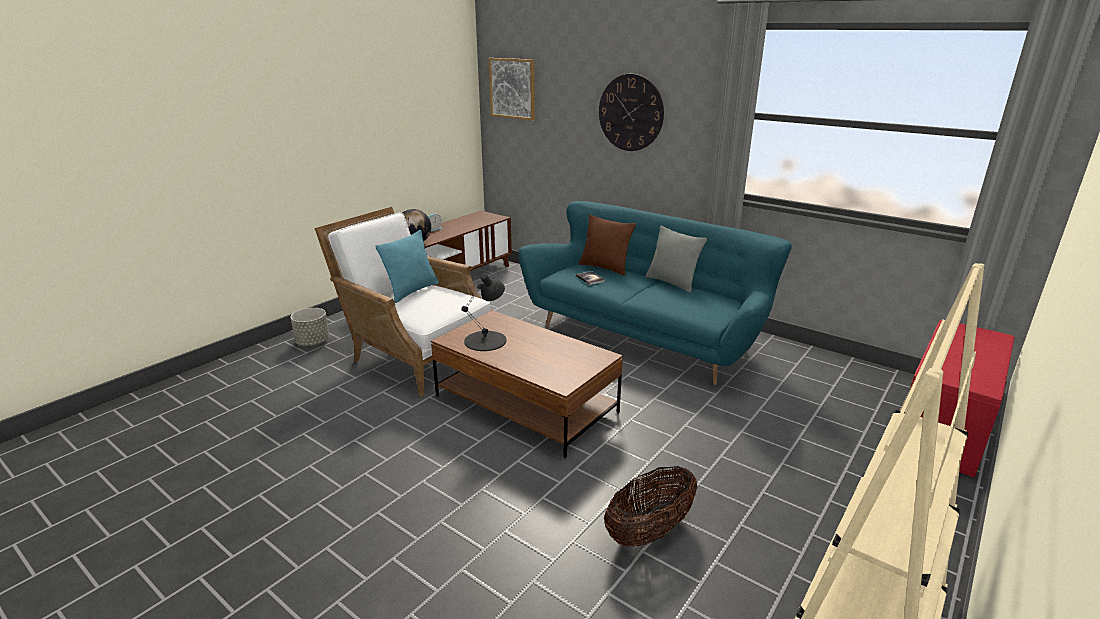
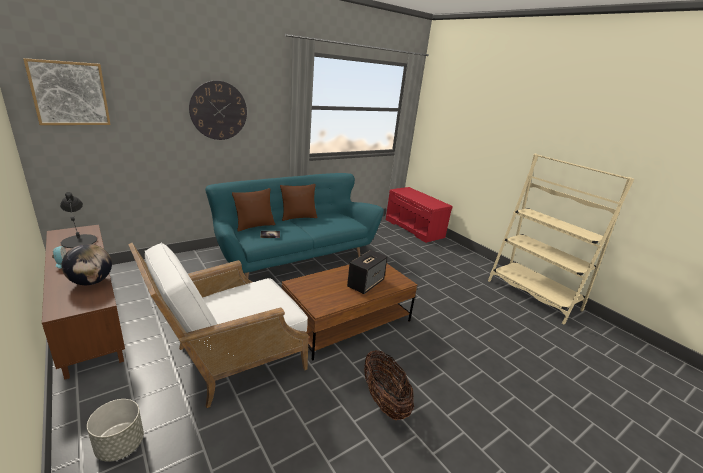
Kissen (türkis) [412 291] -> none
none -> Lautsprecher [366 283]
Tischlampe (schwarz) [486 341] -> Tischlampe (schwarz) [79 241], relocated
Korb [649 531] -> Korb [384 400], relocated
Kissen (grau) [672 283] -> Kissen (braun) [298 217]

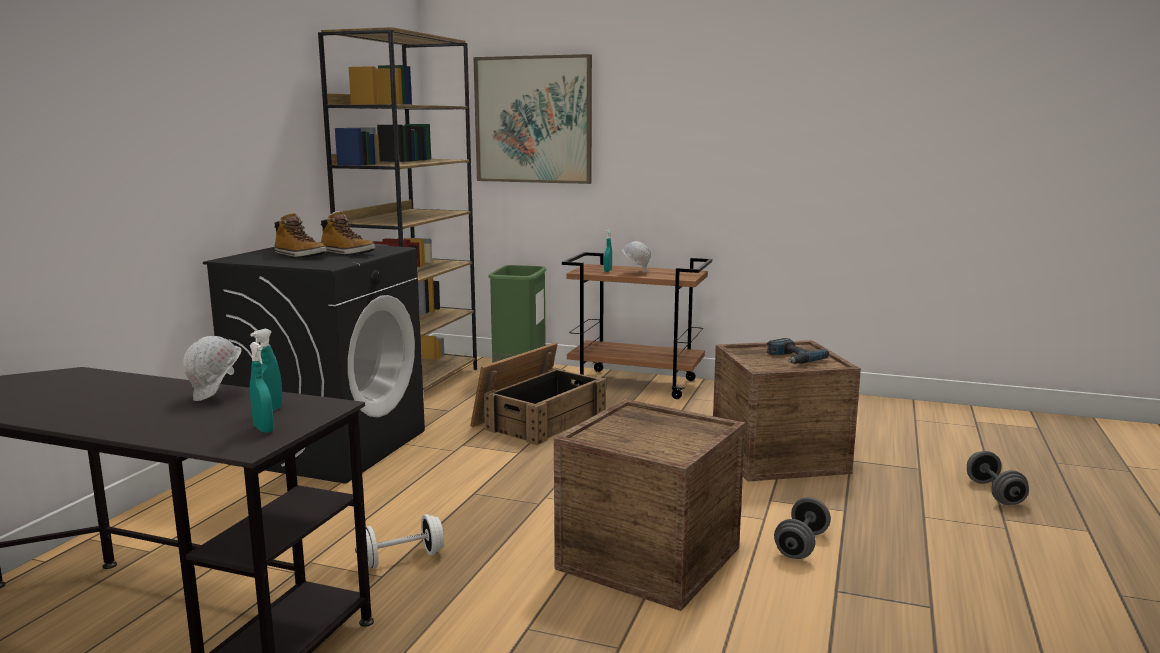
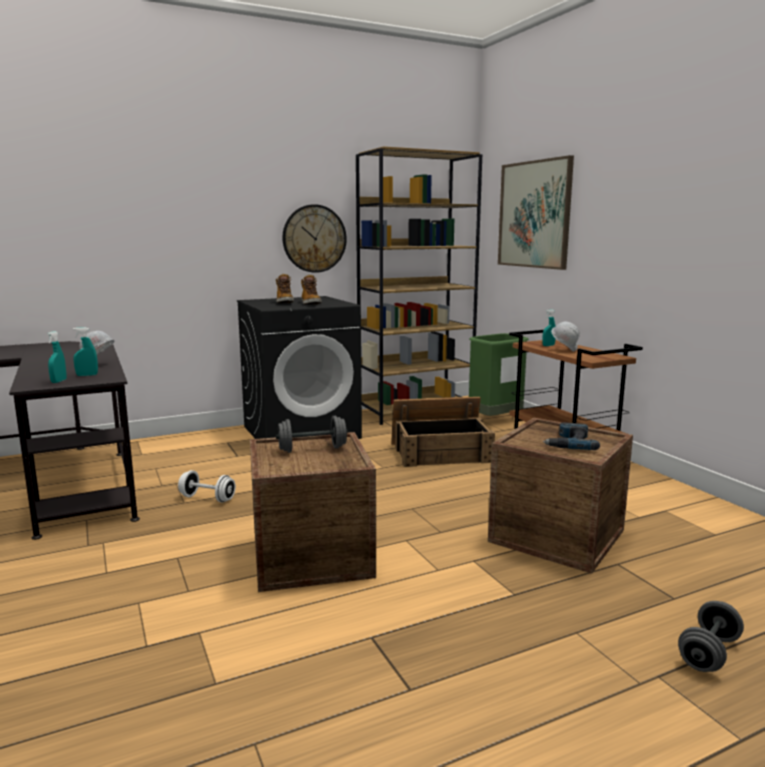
none -> Wanduhr [314 238]
Hantel (grau) [801 545] -> Hantel (grau) [312 449], relocated

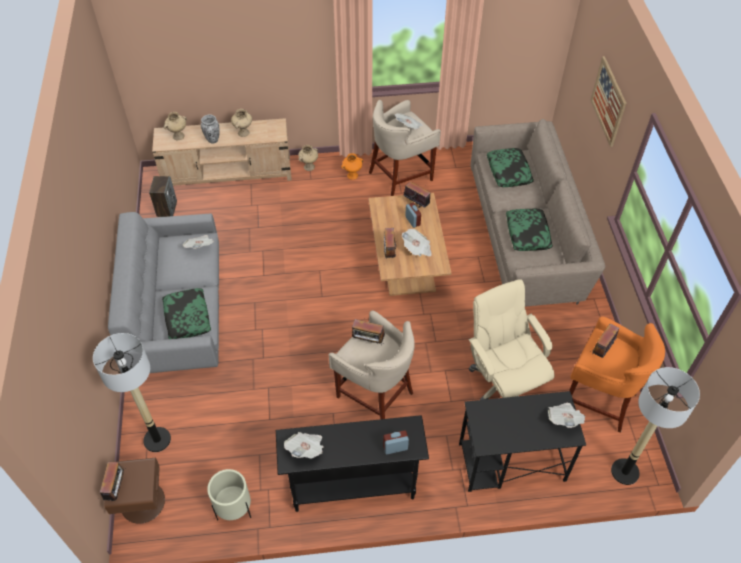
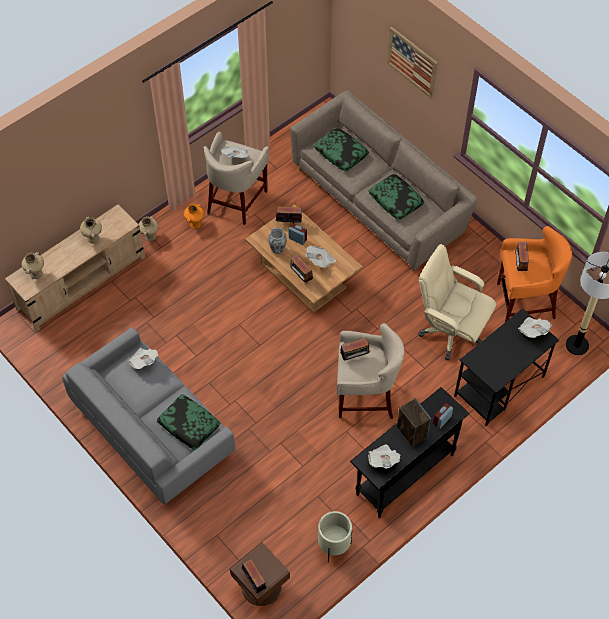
Stehlampe [157 440] -> none
Lautsprecher [166 209] -> Lautsprecher [411 432], relocated
Vase [213 140] -> Vase [277 249], relocated

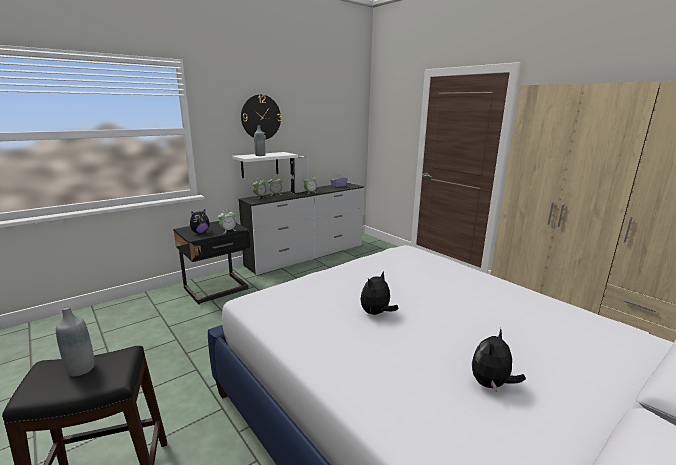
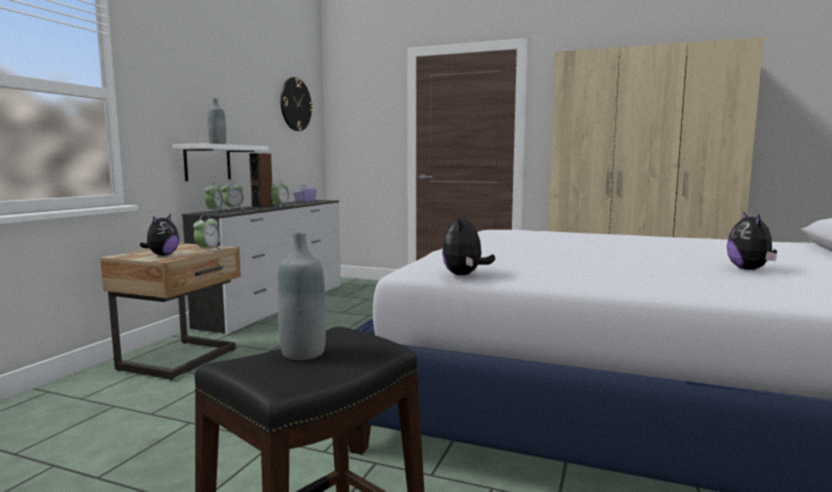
Wanduhr [261 117] -> Wanduhr [295 104], relocated
Plüschtier [376 313] -> Plüschtier [464 275], relocated
Nachttisch (schwarz) [217 289] -> Nachttisch (beige) [181 360]
Lautsprecher (grau) [299 191] -> Lautsprecher (braun) [262 206]

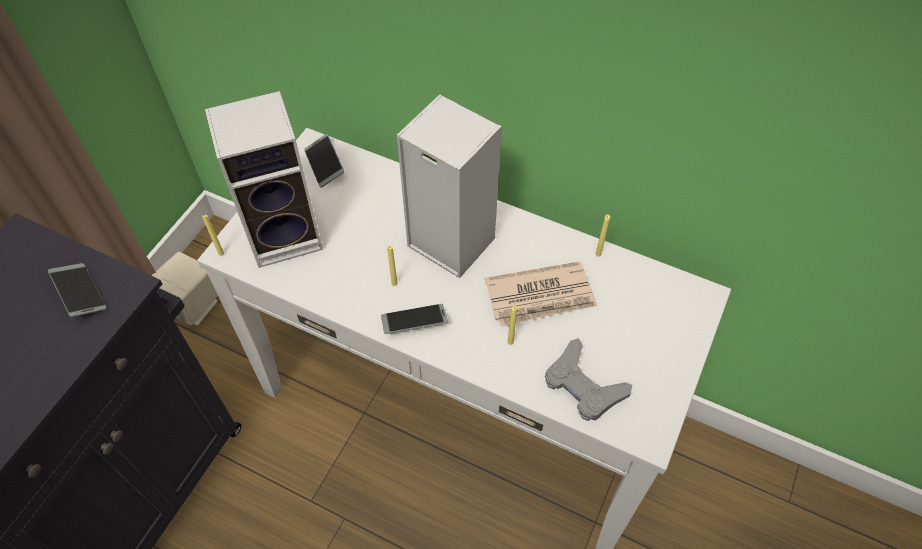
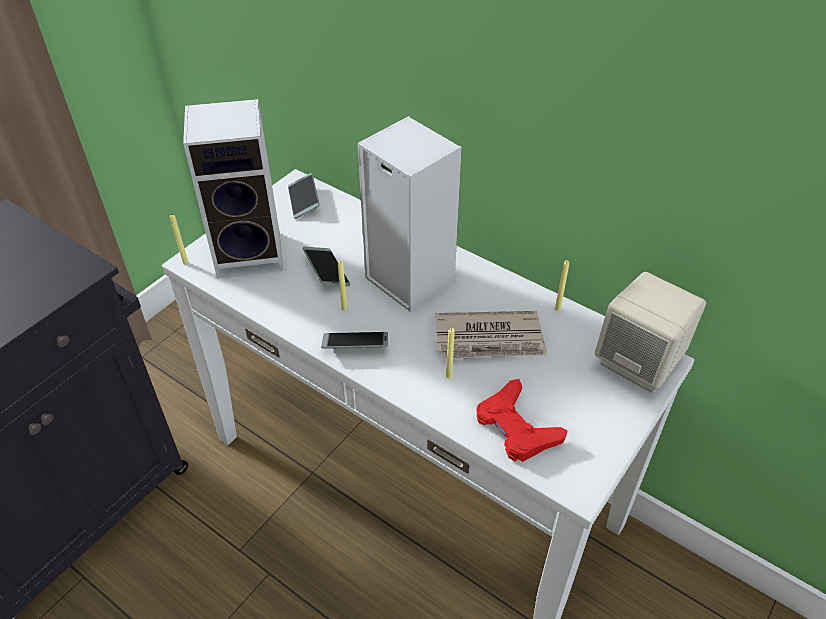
Handy [80 293] -> Handy [326 271], relocated
Lautsprecher (beige) [194 305] -> Lautsprecher (beige) [639 362], relocated
Gamepad (grau) [583 386] -> Gamepad (rot) [516 427]

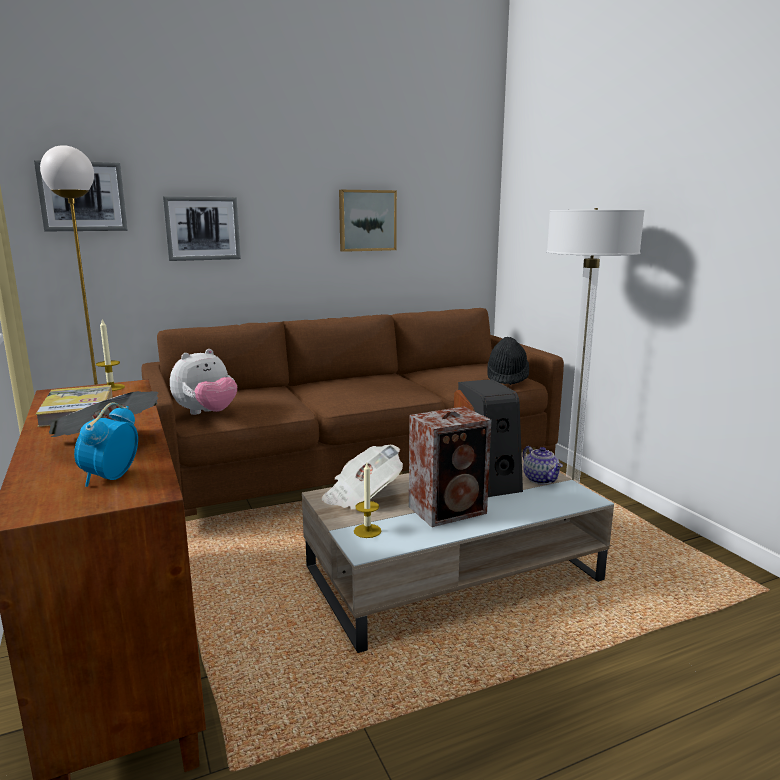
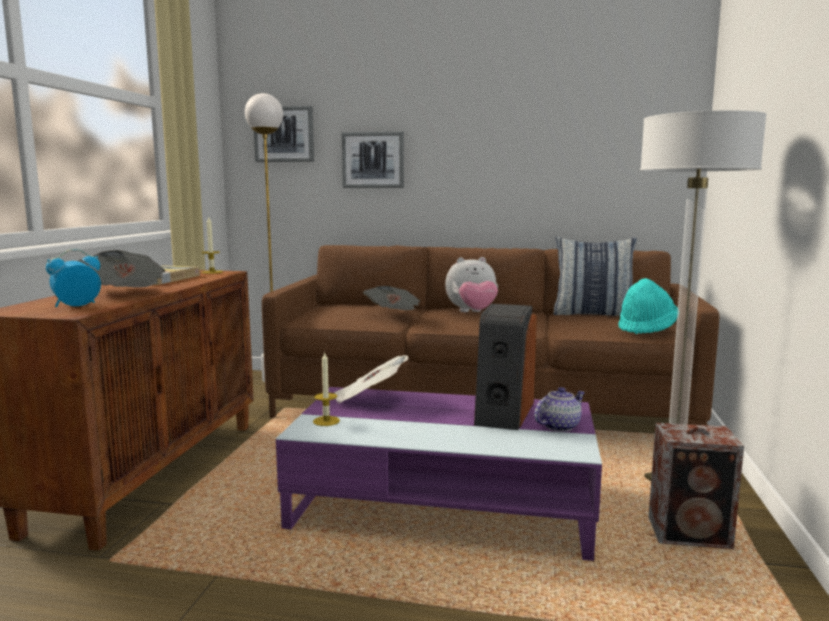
Bild [367 220] -> none
none -> Zeitung [394 315]
none -> Kissen [593 314]
Plüschtier [206 413] -> Plüschtier [472 312], relocated
Lautsprecher [450 510] -> Lautsprecher [692 535], relocated
Couchtisch (beige) [452 574] -> Couchtisch (lila) [443 504]
Hut (schwarz) [507 378] -> Hut (türkis) [646 328]
Teekanne [541 479] -> Teekanne [558 426], 135 degrees counterclockwise

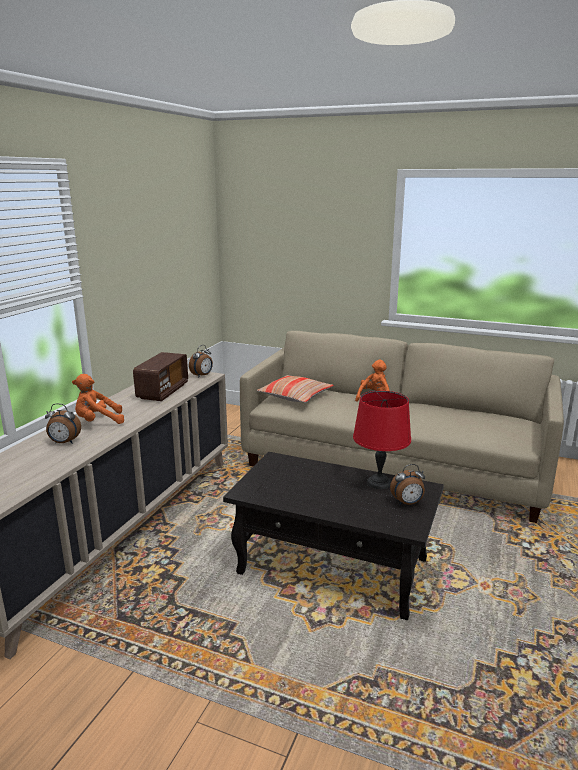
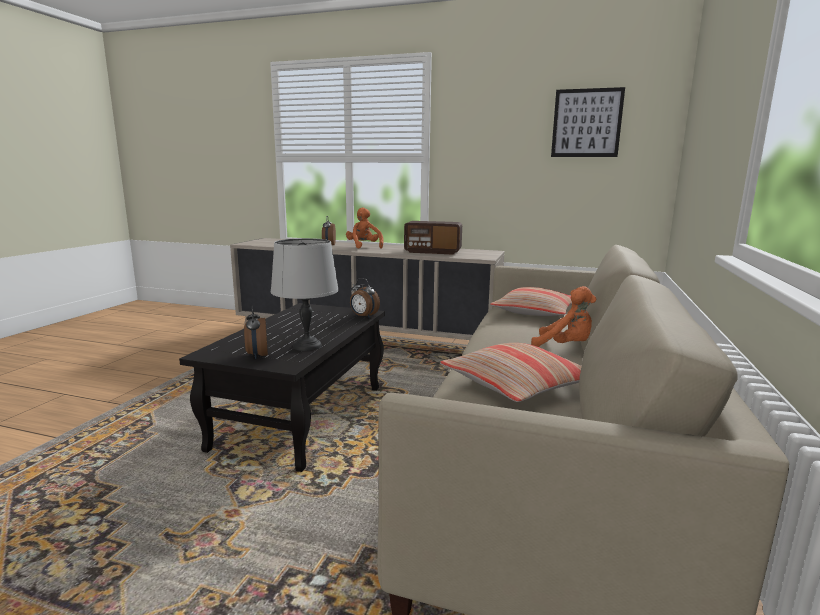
none -> Kissen [517 384]
none -> Bild [586 123]
Wecker [202 375] -> Wecker [363 316], relocated
Tischlampe (rot) [379 483] -> Tischlampe (grau) [306 346]

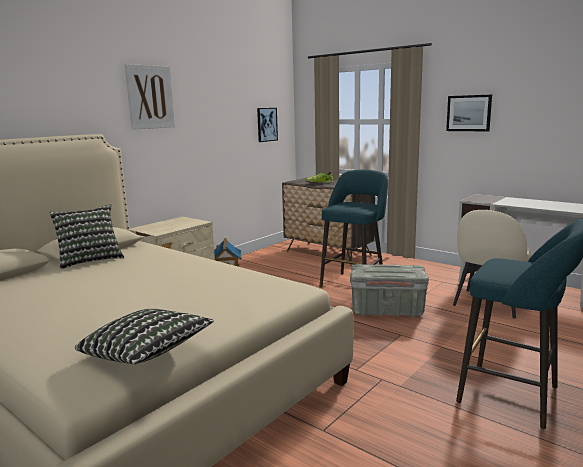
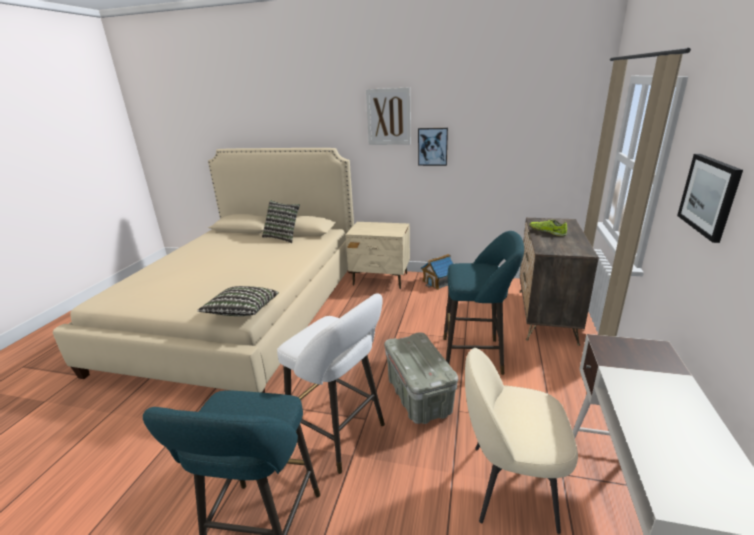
none -> Hocker (weiß) [341 435]
Kissen [147 354] -> Kissen [242 312], relocated
Bild [266 124] -> Bild [432 146], relocated

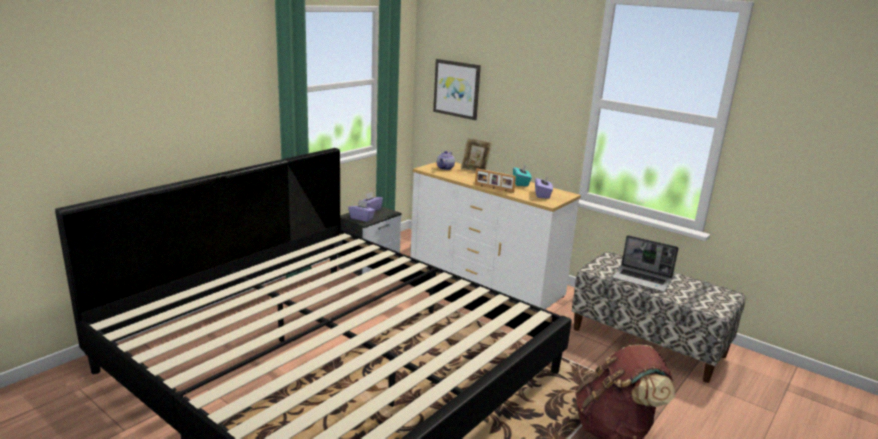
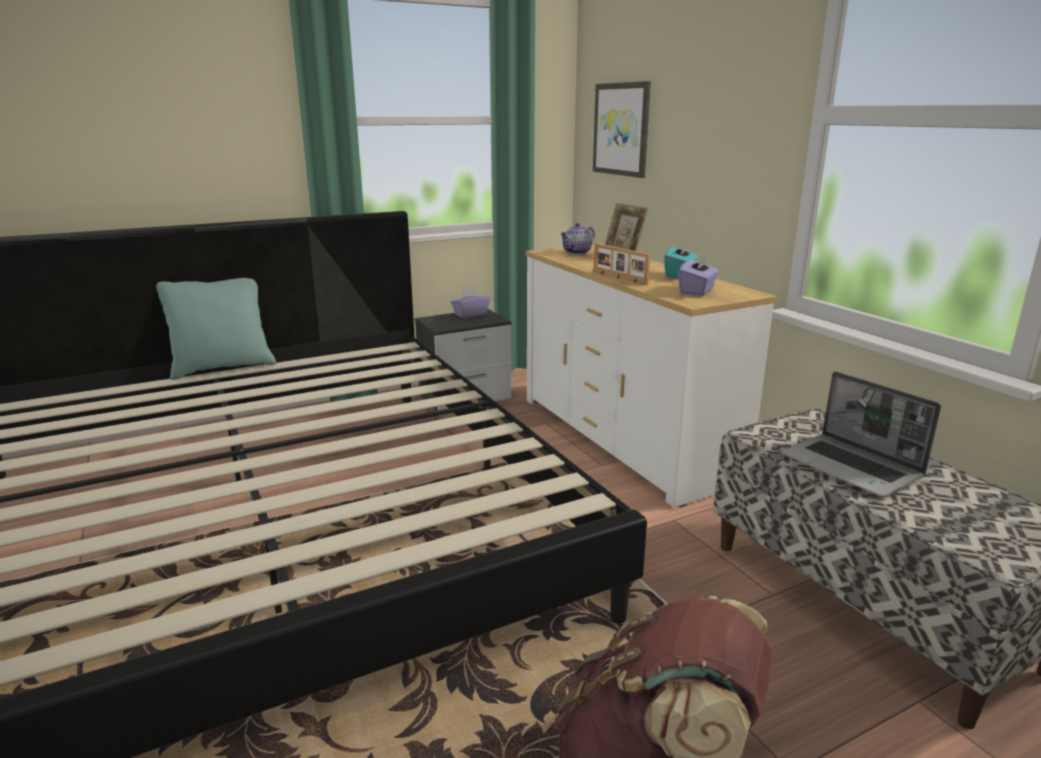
Taschentuchbox (lila) [362 218] -> none
none -> Kissen (türkis) [223 368]

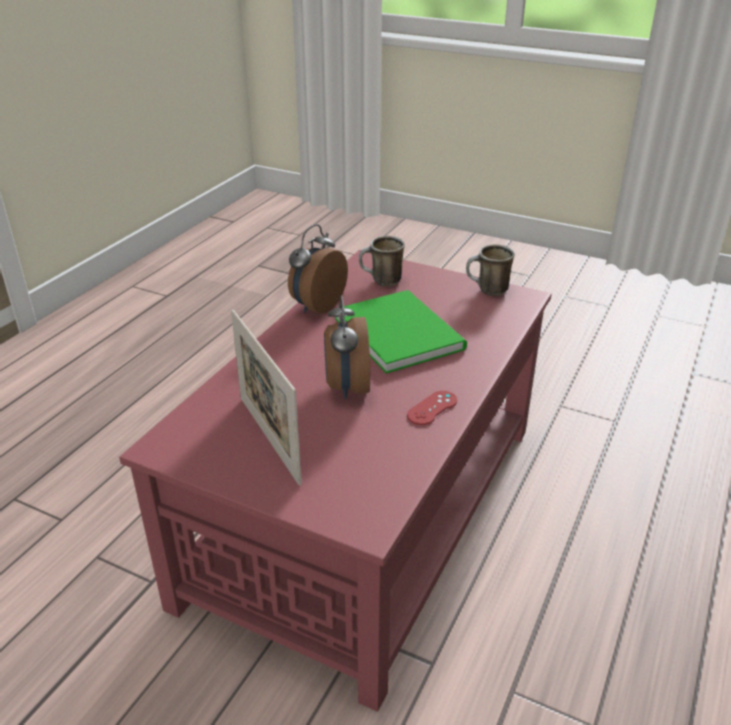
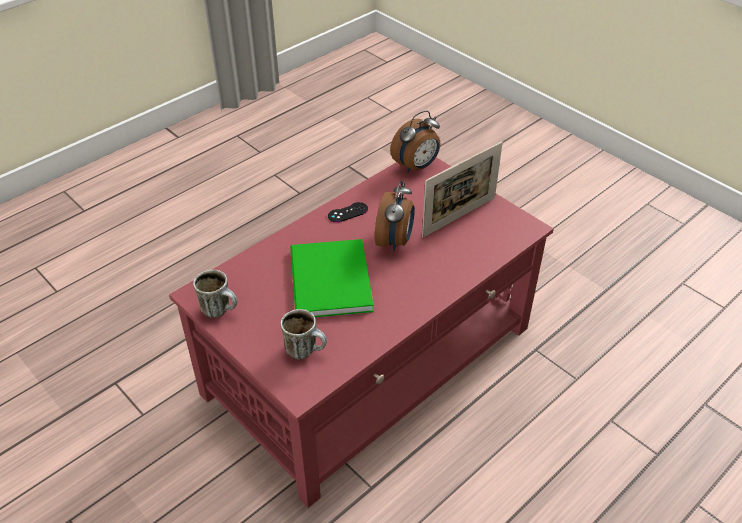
Wecker [316 306] -> Wecker [416 167], relocated
Gamepad (rot) [432 408] -> Gamepad (schwarz) [348 212]
Bilderrahmen [269 438] -> Bilderrahmen [459 217], 60 degrees clockwise

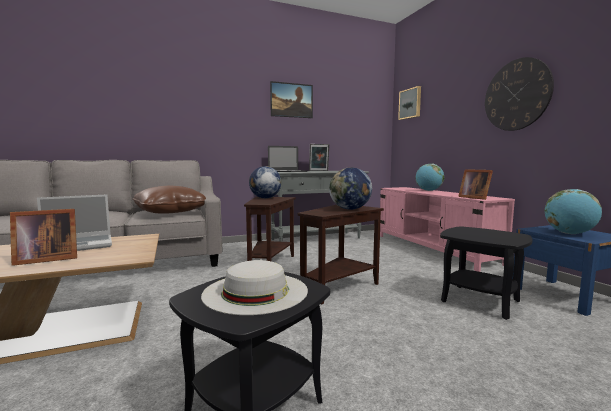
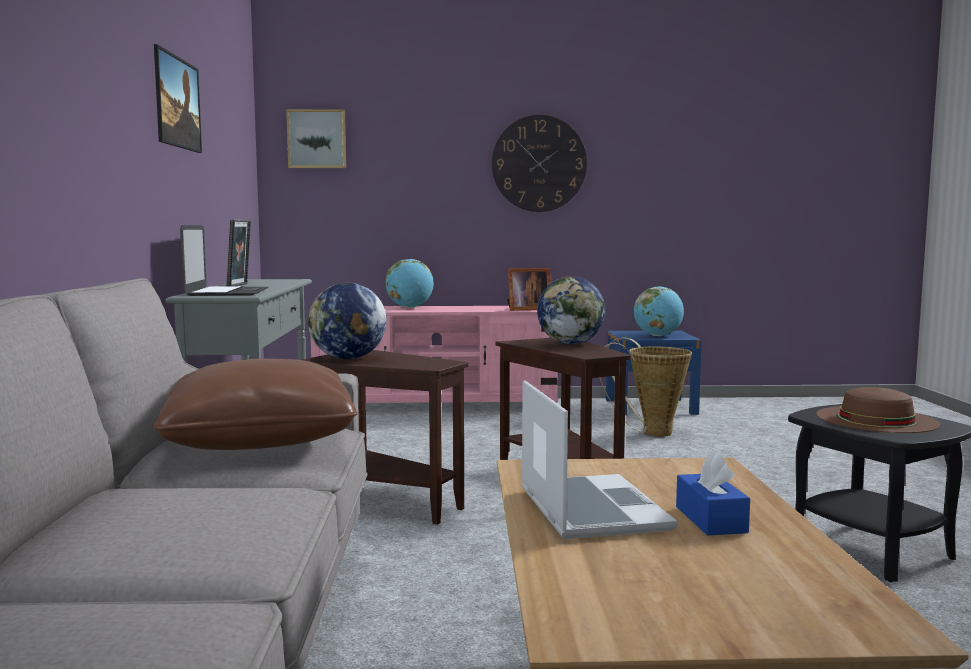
Bilderrahmen [45 259] -> Taschentuchbox (blau) [710 519]
Beistelltisch (schwarz) [480 301] -> Korb [650 432]
Hut (weiß) [255 291] -> Hut (braun) [876 419]

